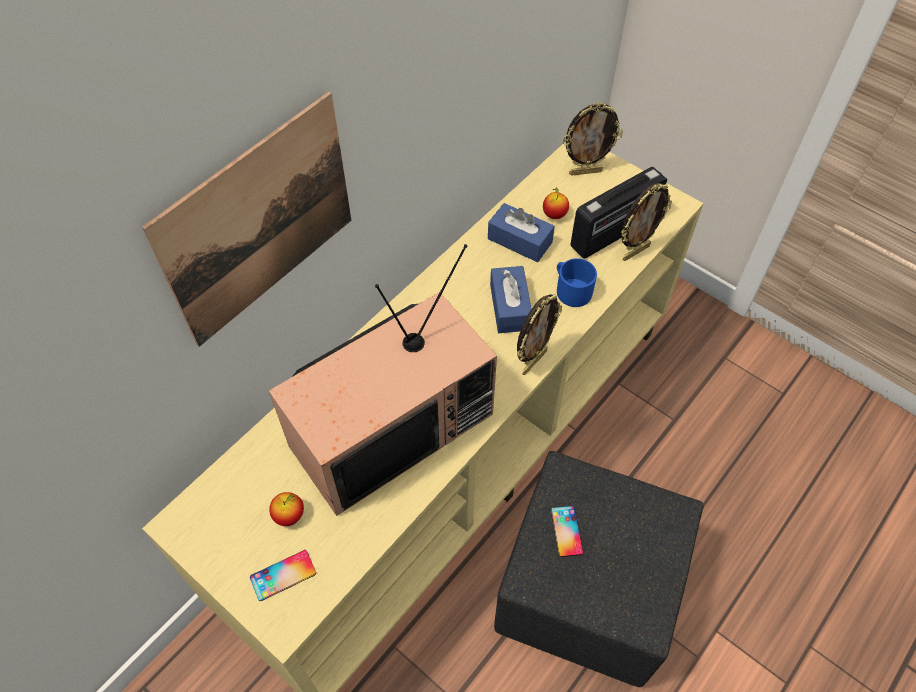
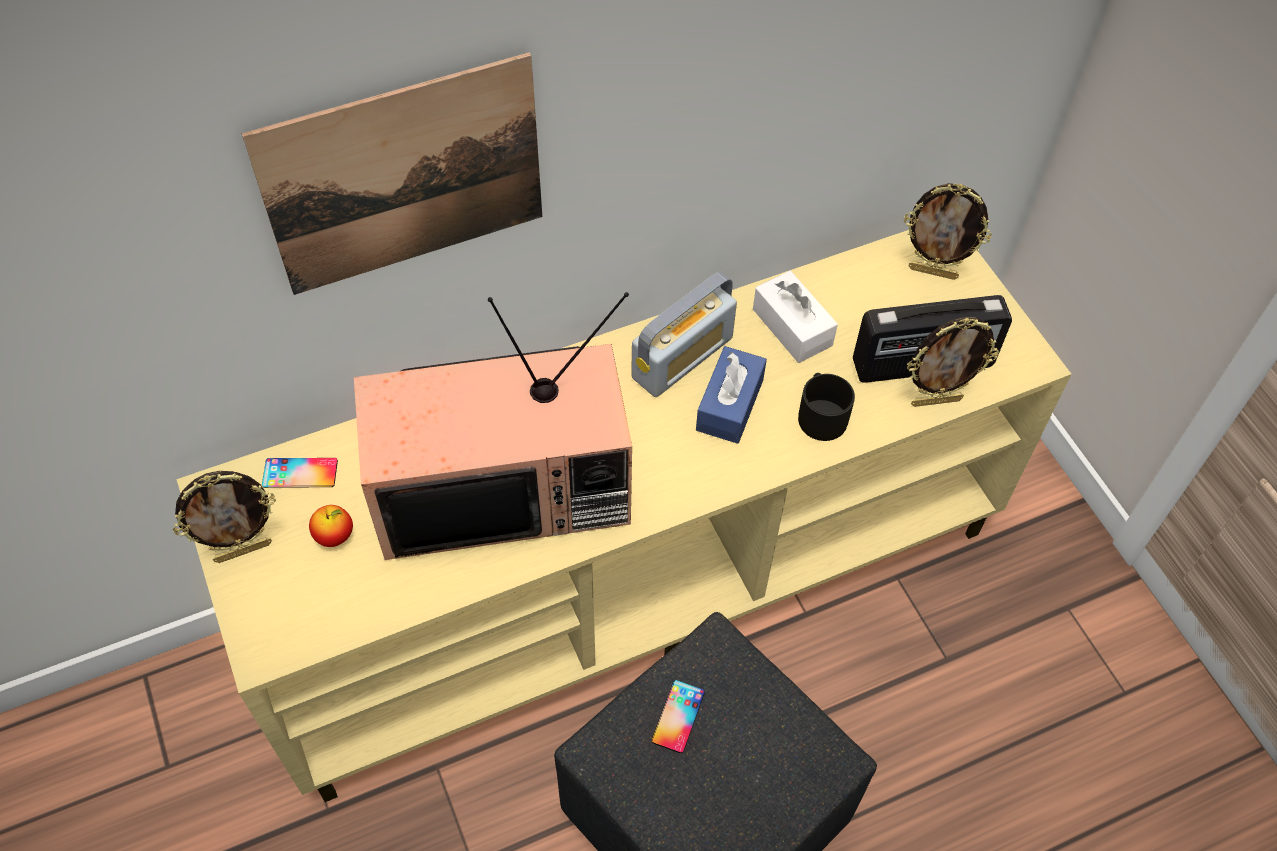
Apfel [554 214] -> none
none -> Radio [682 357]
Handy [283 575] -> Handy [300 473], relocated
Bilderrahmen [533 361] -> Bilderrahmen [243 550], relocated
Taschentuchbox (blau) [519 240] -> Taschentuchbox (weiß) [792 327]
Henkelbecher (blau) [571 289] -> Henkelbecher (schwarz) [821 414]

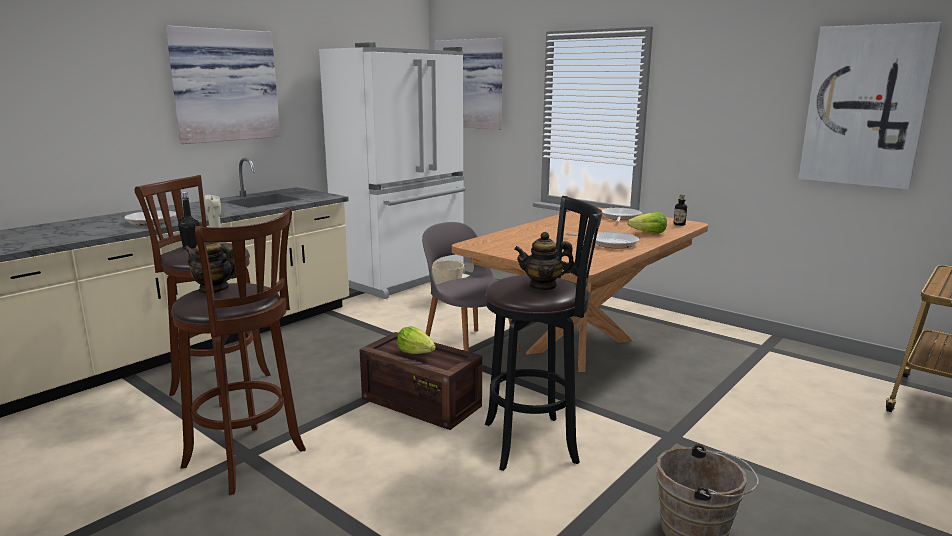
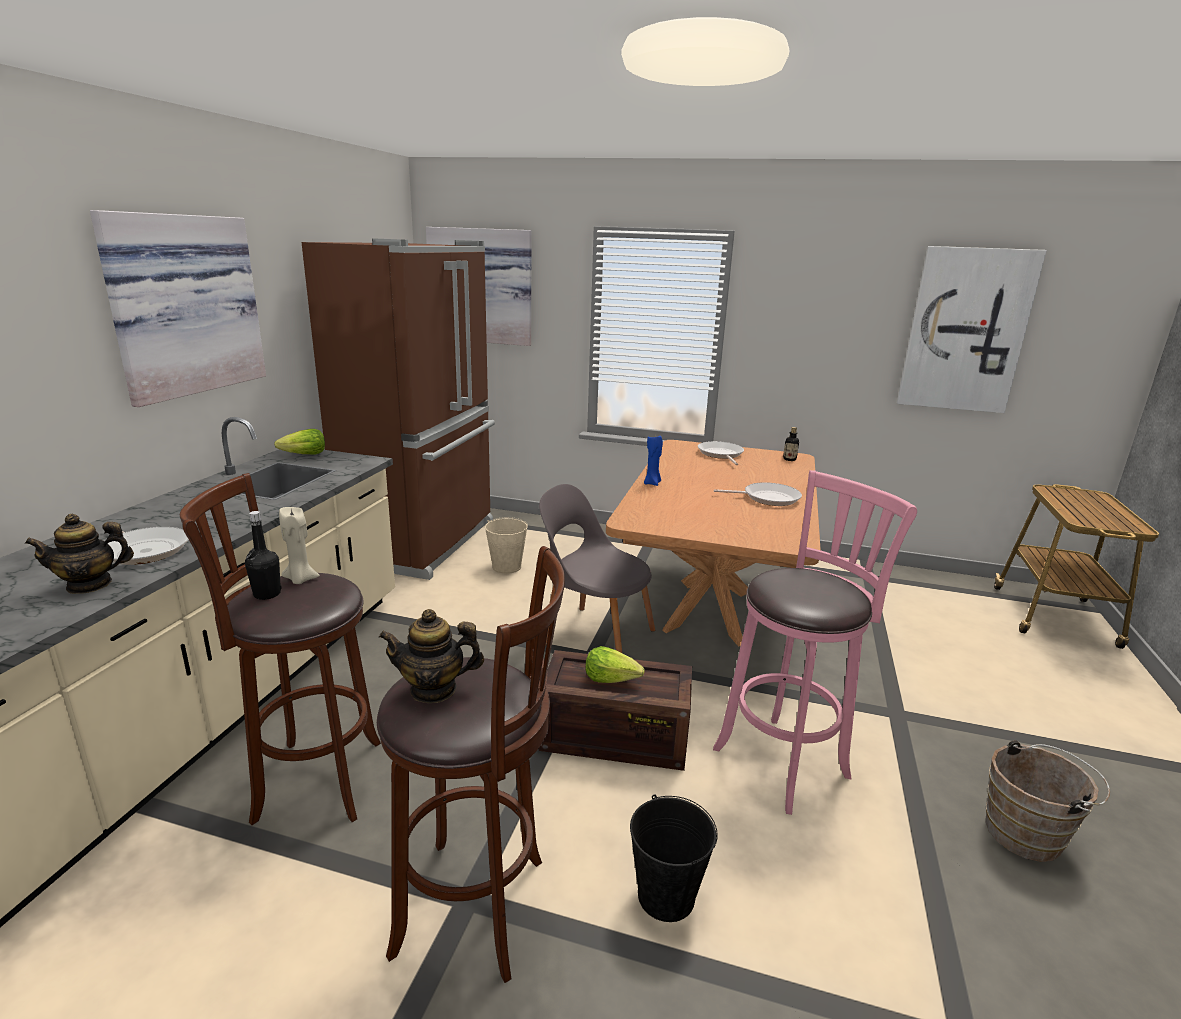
none -> Eimer (schwarz) [665 896]
none -> Kerze (blau) [652 483]
Teekanne [543 286] -> Teekanne [89 584], relocated
Salatkopf [648 233] -> Salatkopf [304 455], relocated
Kühlschrank (weiß) [403 278] -> Kühlschrank (braun) [425 542]
Hocker (schwarz) [536 442] -> Hocker (rosa) [785 760]

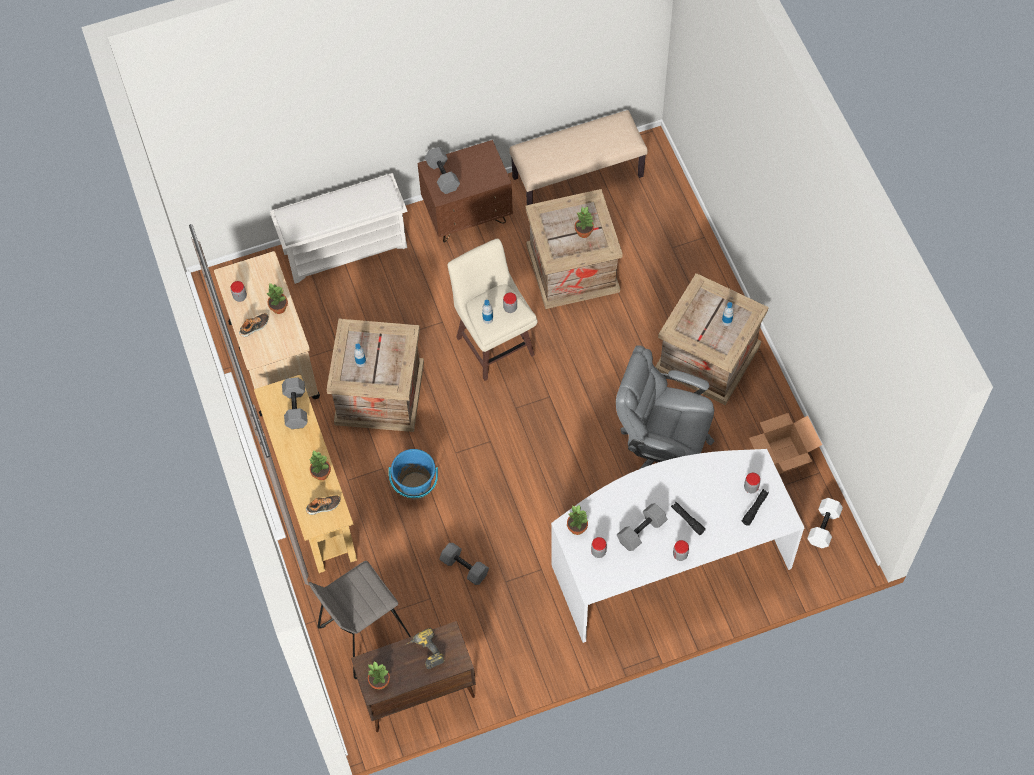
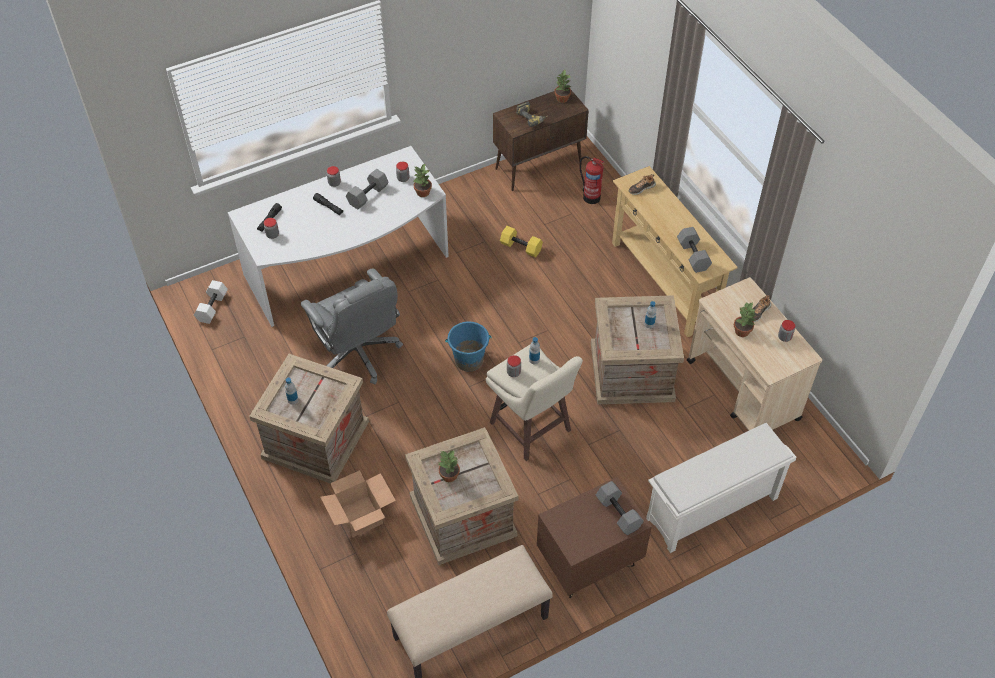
Topfpflanze [321 473] -> none
Eimer (blau) [415 486] -> Eimer (blau) [469 360], relocated
Karton [782 456] -> Karton [359 516], relocated
Hocker (grau) [364 634] -> Feuerlöscher [590 197]
Hantel (grau) [463 567] -> Hantel (gelb) [521 247]
Bürostuhl (grau) [662 448] -> Bürostuhl (grau) [358 353], 45 degrees clockwise

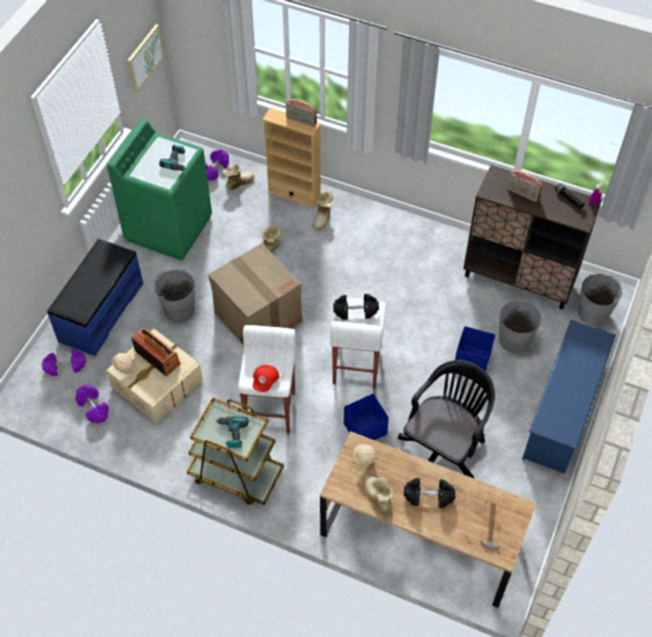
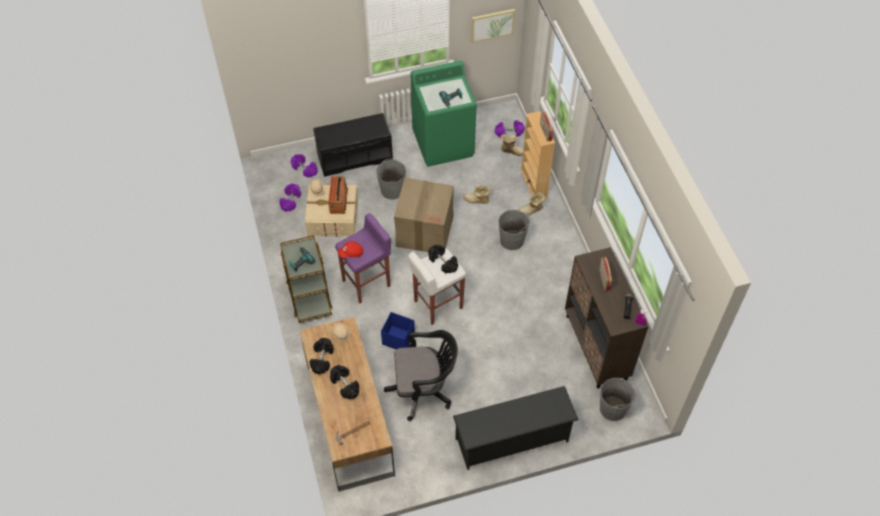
Aufbewahrungsbox (blau) [472 360] -> none
Eimer (grau) [514 339] -> Eimer (grau) [512 240], relocated
Stiefel [376 497] -> Hantel (schwarz) [322 359]
Bank (blau) [100 311] -> Bank (schwarz) [354 157]
Hocker (weiß) [271 410] -> Hocker (lila) [367 283]
Schuhregal (blau) [562 413] -> Schuhregal (schwarz) [512 440]

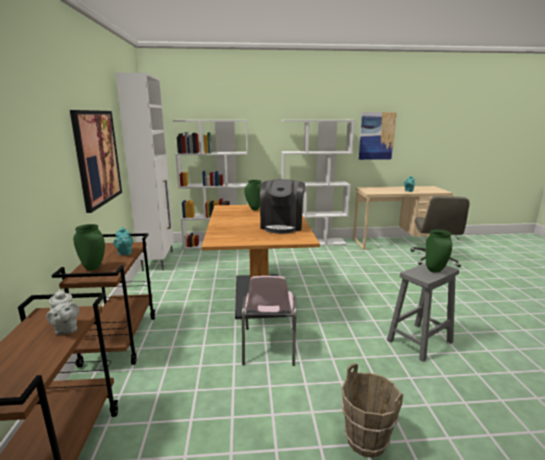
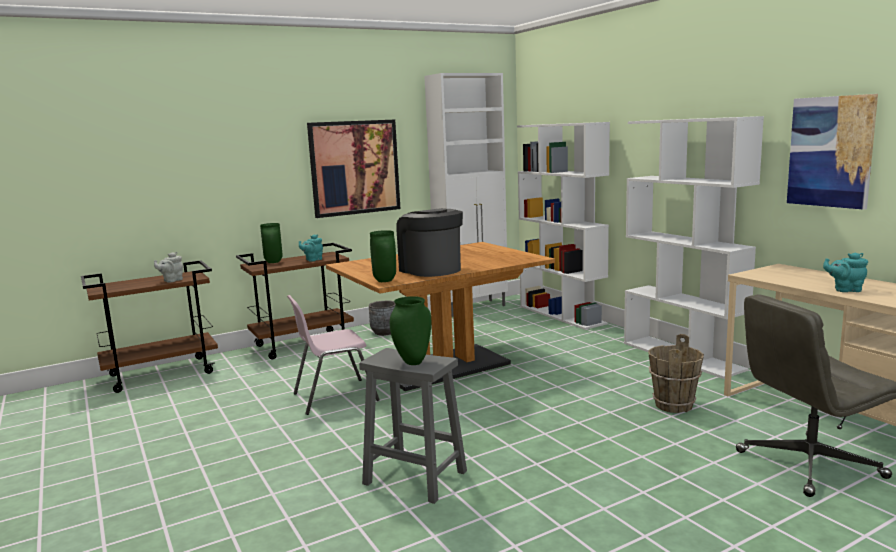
none -> Pflanzkübel (grau) [384 332]
Vase (grün) [254 209] -> Vase (grün) [384 281], relocated
Eimer (braun) [366 440] -> Eimer (braun) [673 405], relocated
Kaffeemaschine [282 225] -> Kaffeemaschine [430 269], 75 degrees clockwise

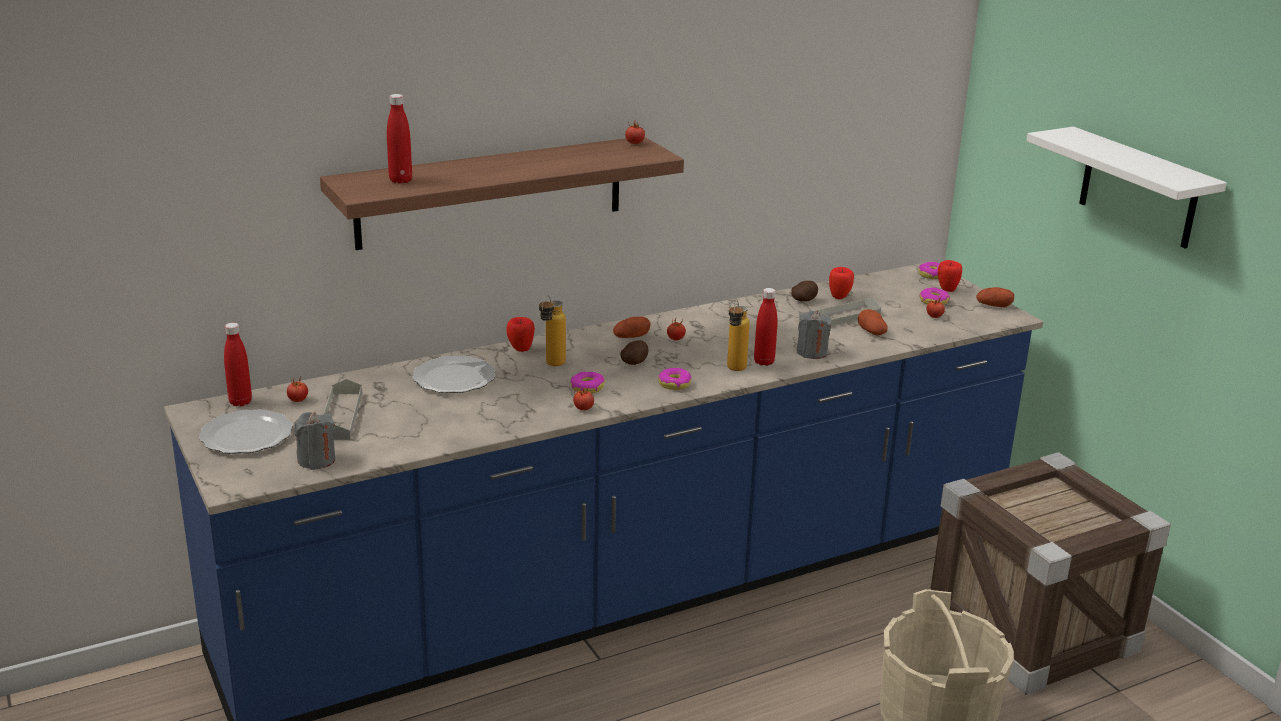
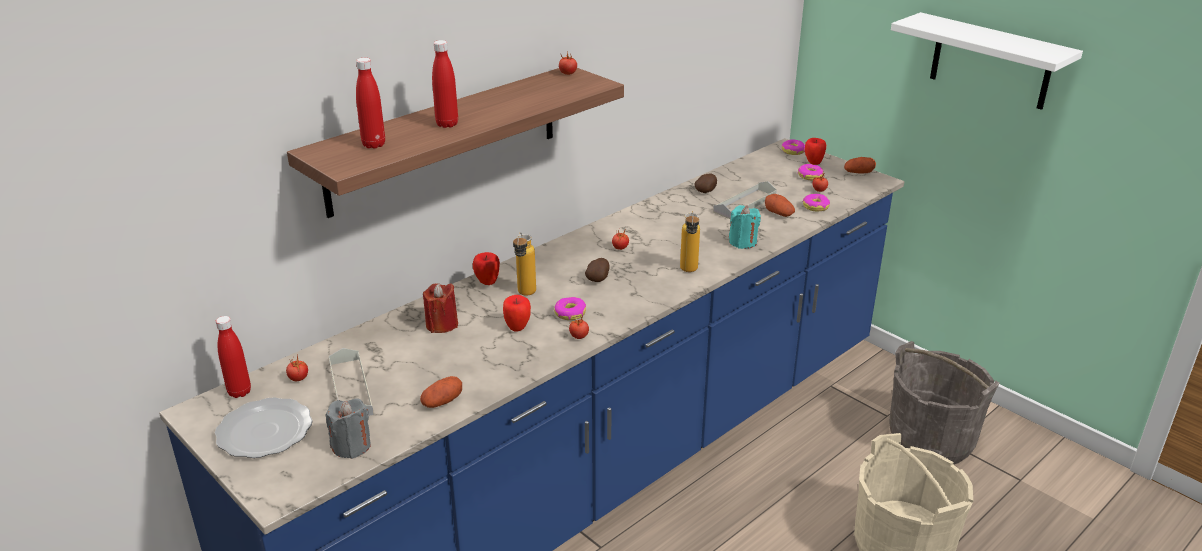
Kartoffel [631 337] -> Kartoffel [442 402], relocated
Donut [674 384] -> Donut [815 206], relocated
Flasche (rot) [764 362] -> Flasche (rot) [447 124], relocated
Apfel [839 297] -> Apfel [517 328], relocated
Teller [455 378] -> Kerze (rot) [442 324]
Kiste [1031 630] -> Eimer (grau) [931 439]
Kerze (grau) [812 352] -> Kerze (türkis) [742 242]

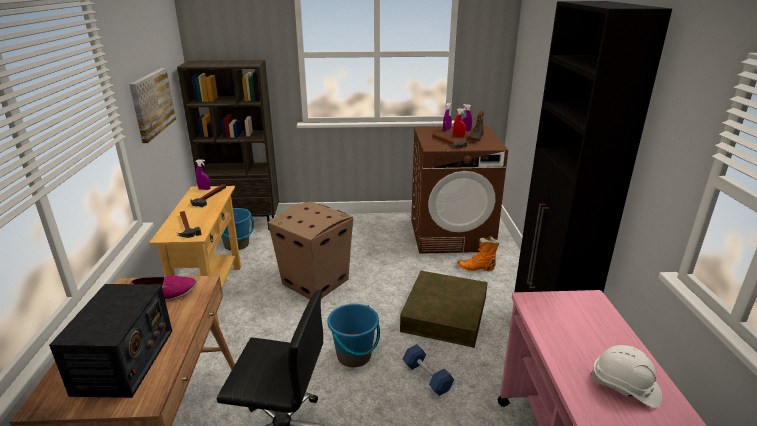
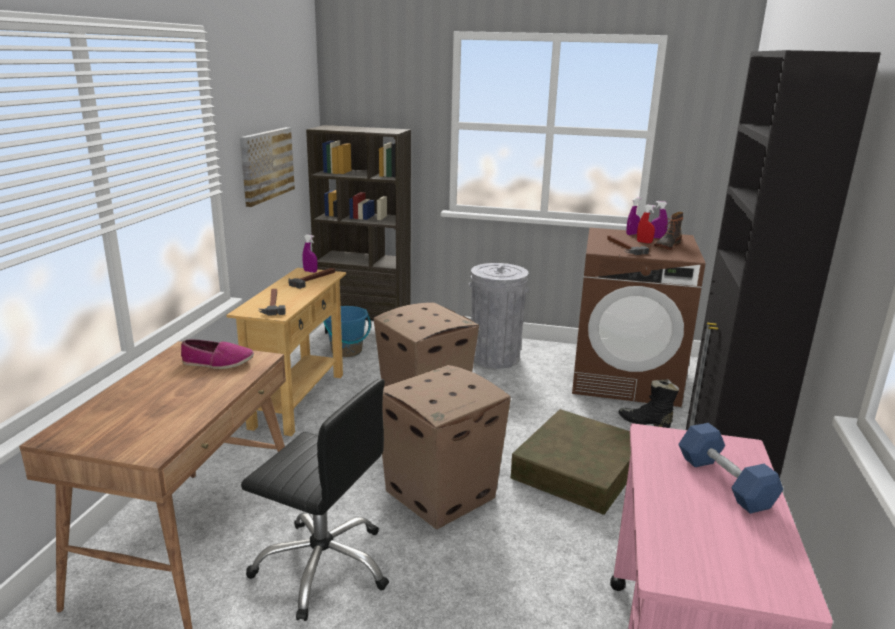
Radio [124 361] -> none
Schutzhelm (weiß) [625 387] -> none
none -> Mülleimer (grau) [495 358]
Hantel (blau) [427 377] -> Hantel (blau) [724 482], relocated
Eimer (blau) [354 356] -> Karton [441 494]
Stiefel (orange) [476 268] -> Stiefel (schwarz) [645 422]

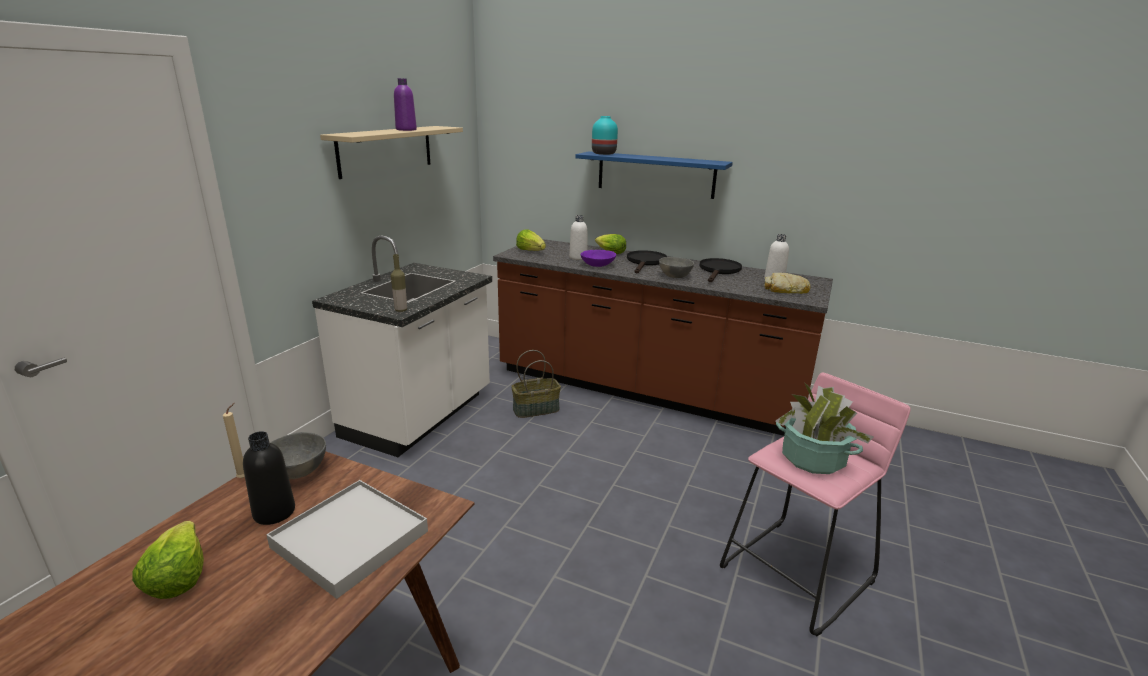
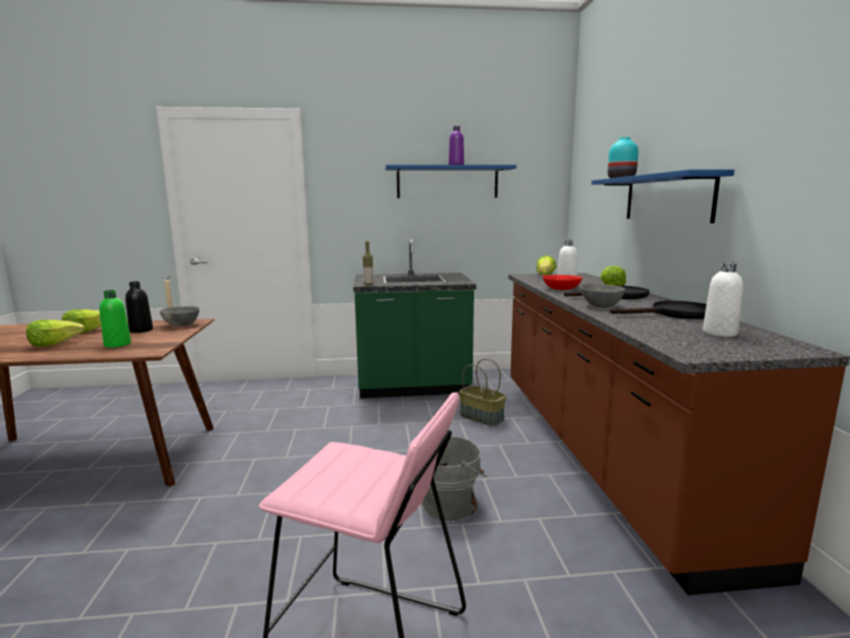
Brot [785 290] -> none
Topfpflanze [812 458] -> none
none -> Salatkopf [55 344]
none -> Eimer (grau) [452 503]
Tablett (weiß) [350 539] -> Flasche (grün) [117 344]
Küchenzeile (weiß) [420 416] -> Küchenzeile (grün) [413 387]
Wandregal (beige) [386 150] -> Wandregal (blau) [447 182]
Schüssel (lila) [597 265] -> Schüssel (rot) [561 289]

